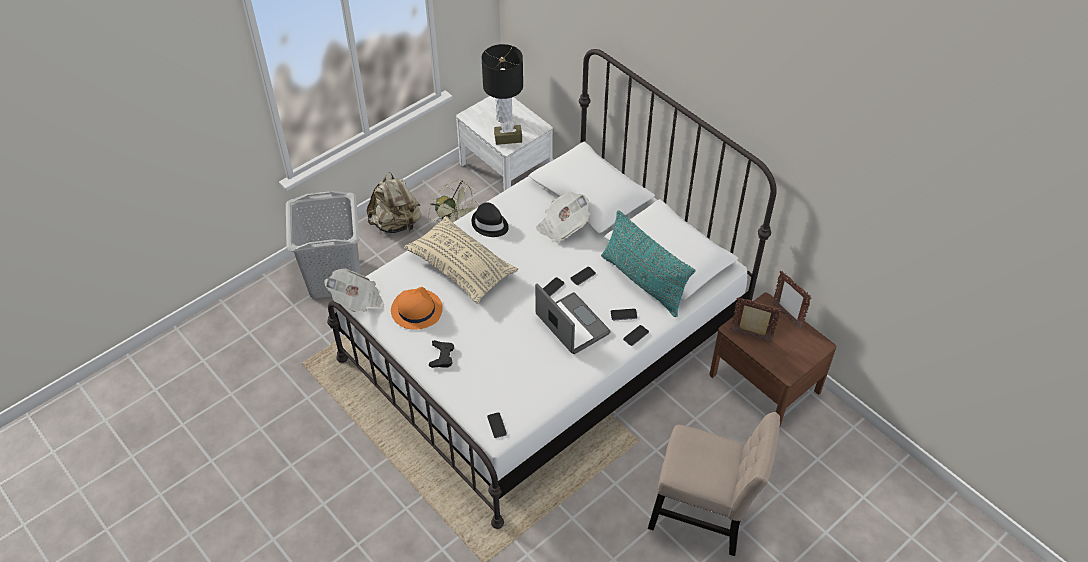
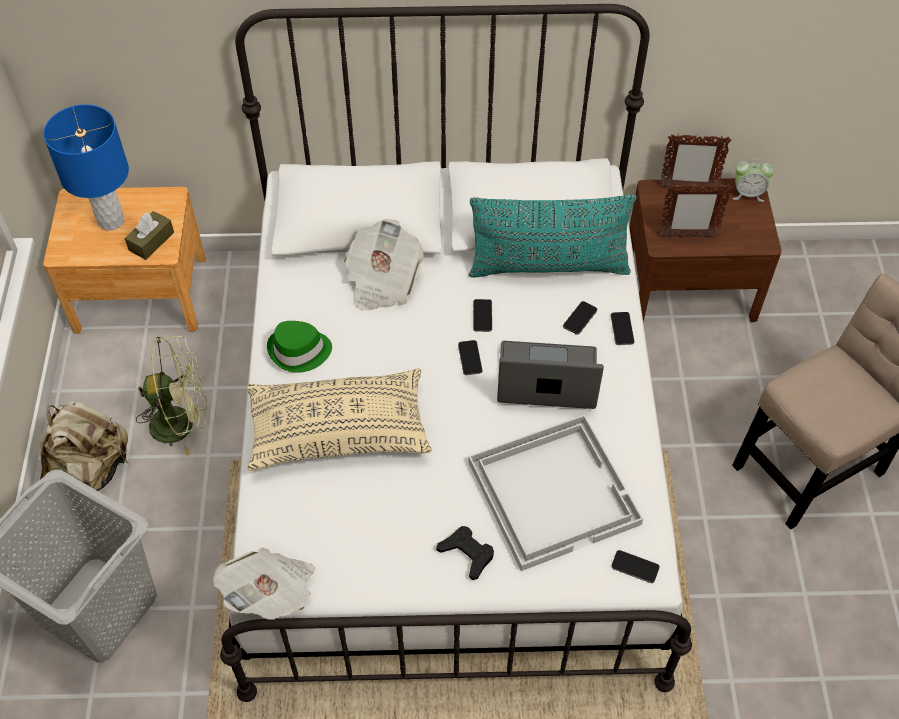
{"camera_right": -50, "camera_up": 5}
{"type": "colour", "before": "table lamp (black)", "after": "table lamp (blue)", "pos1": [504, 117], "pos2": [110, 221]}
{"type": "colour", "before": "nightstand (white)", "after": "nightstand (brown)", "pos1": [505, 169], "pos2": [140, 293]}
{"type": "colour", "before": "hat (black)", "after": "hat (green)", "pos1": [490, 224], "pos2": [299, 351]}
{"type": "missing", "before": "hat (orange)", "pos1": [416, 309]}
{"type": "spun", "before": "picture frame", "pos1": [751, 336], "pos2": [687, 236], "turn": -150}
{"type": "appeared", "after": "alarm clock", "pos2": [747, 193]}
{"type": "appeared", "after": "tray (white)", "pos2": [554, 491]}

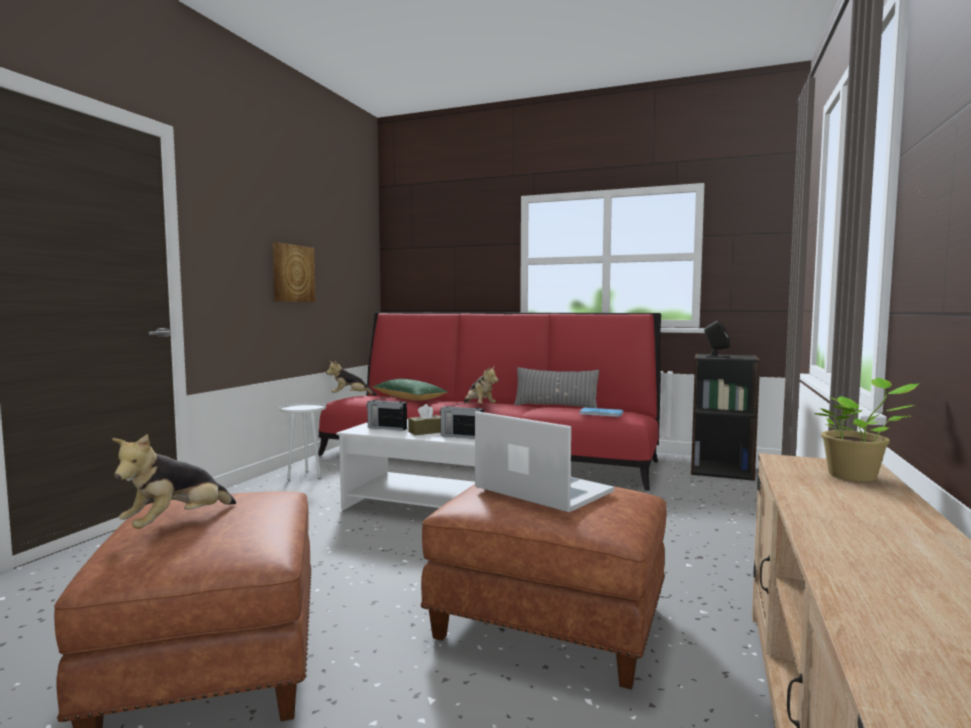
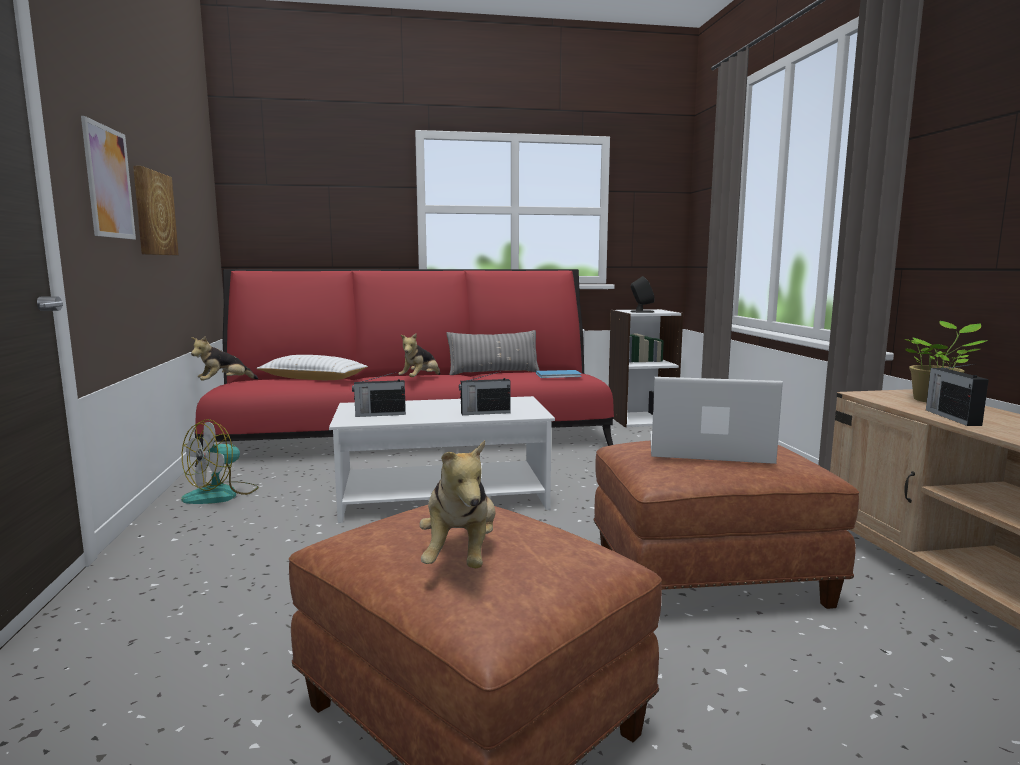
{"camera_right": -30, "camera_up": 5}
{"type": "colour", "before": "bookcase (black)", "after": "bookcase (white)", "pos1": [721, 470], "pos2": [641, 419]}
{"type": "spun", "before": "plush toy", "pos1": [479, 406], "pos2": [420, 379], "turn": 90}
{"type": "colour", "before": "pillow (green)", "after": "pillow (white)", "pos1": [409, 398], "pos2": [313, 379]}
{"type": "exchanged", "before": "side table (white)", "after": "fan", "pos1": [305, 476], "pos2": [222, 494]}
{"type": "missing", "before": "tissue box (brown)", "pos1": [426, 432]}
{"type": "appeared", "after": "picture", "pos2": [109, 182]}
{"type": "appeared", "after": "radio", "pos2": [951, 417]}

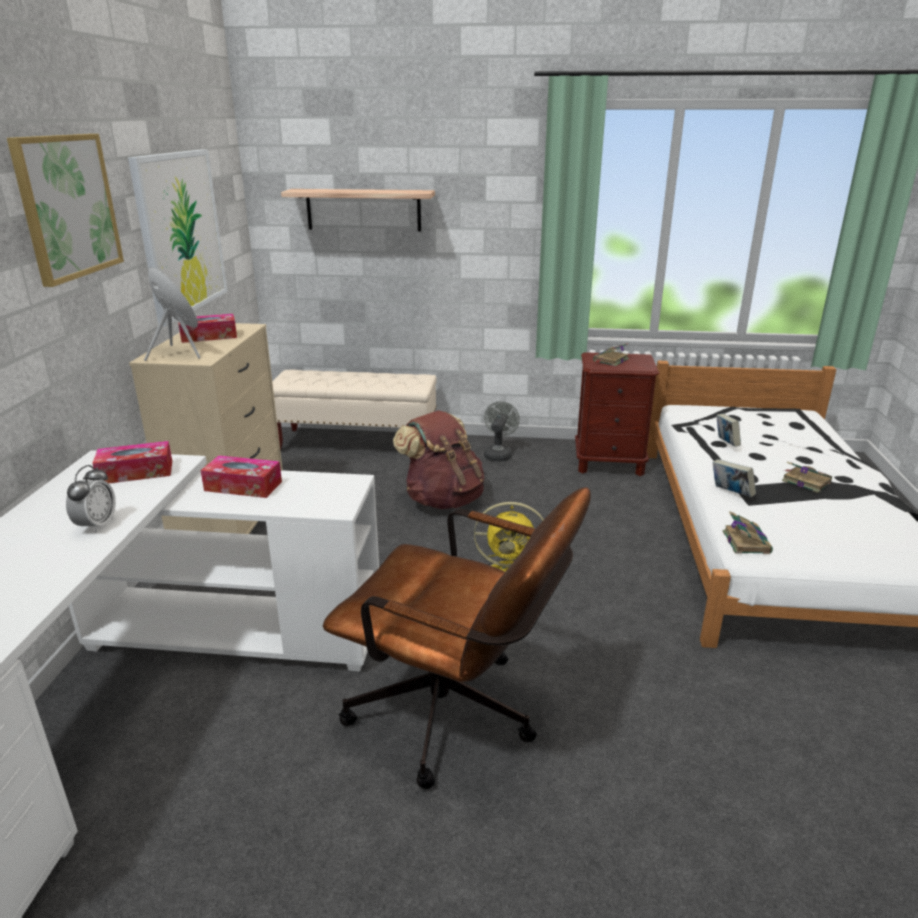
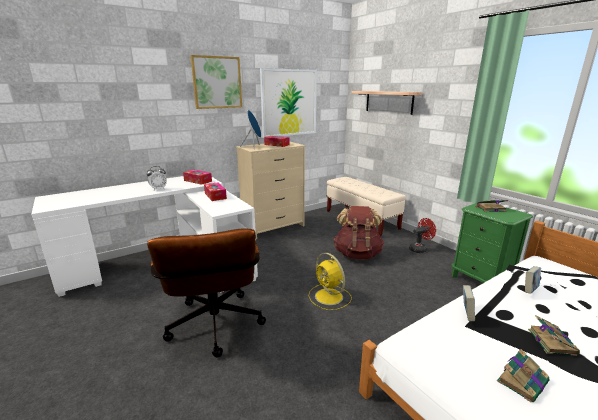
{"camera_right": 50, "camera_up": -5}
{"type": "colour", "before": "nightstand (brown)", "after": "nightstand (green)", "pos1": [609, 464], "pos2": [480, 281]}
{"type": "colour", "before": "fan (grey)", "after": "fan (red)", "pos1": [498, 454], "pos2": [419, 249]}
{"type": "relocated", "before": "book", "pos1": [745, 541], "pos2": [522, 381]}

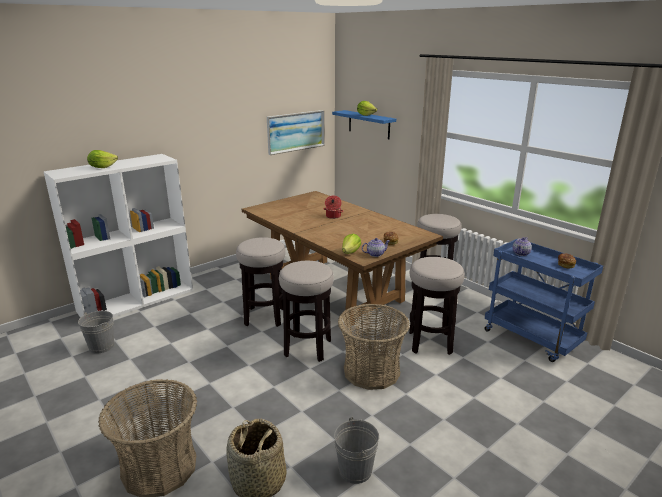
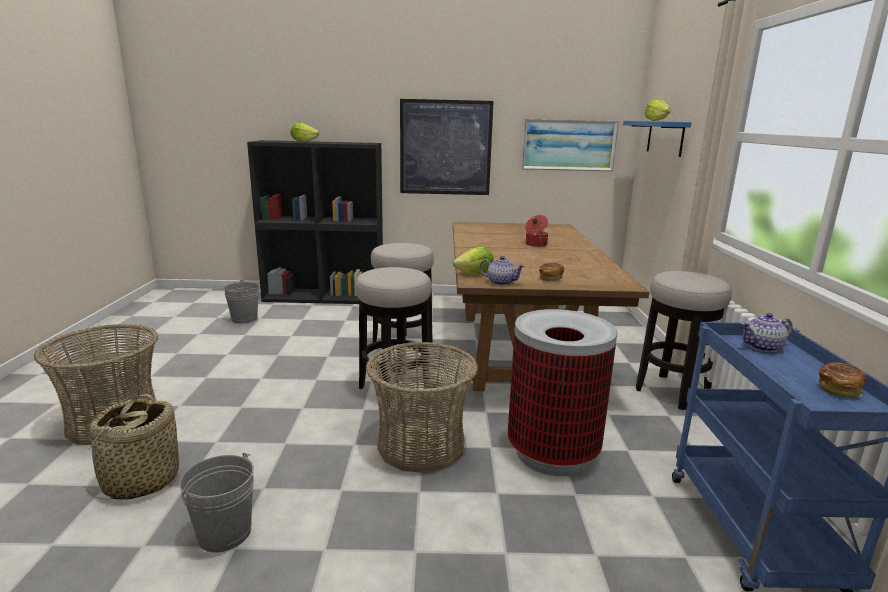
{"camera_right": 40, "camera_up": -5}
{"type": "colour", "before": "bookcase (white)", "after": "bookcase (black)", "pos1": [137, 300], "pos2": [325, 297]}
{"type": "exchanged", "before": "stool", "after": "trash can", "pos1": [430, 343], "pos2": [552, 453]}
{"type": "appeared", "after": "picture", "pos2": [445, 148]}

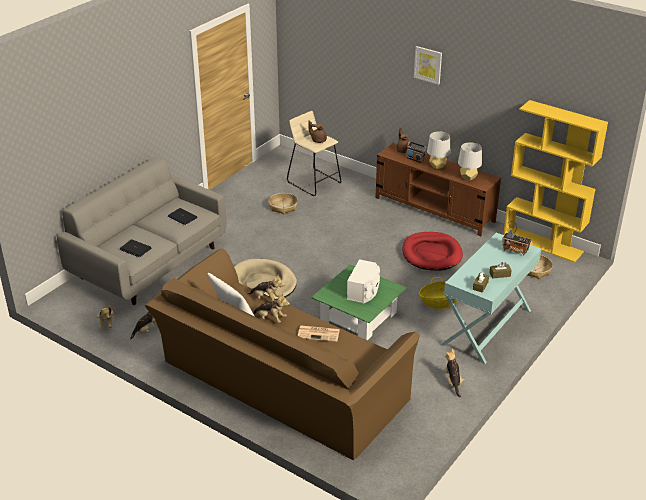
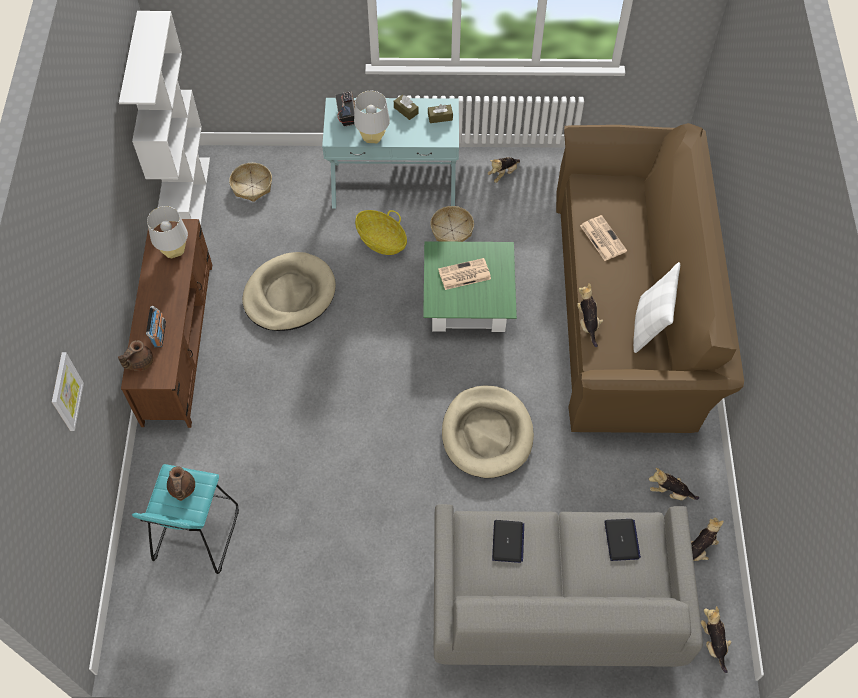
{"camera_right": -125, "camera_up": 25}
{"type": "relocated", "before": "picture", "pos1": [428, 65], "pos2": [66, 392]}
{"type": "colour", "before": "bookcase (yellow)", "after": "bookcase (white)", "pos1": [543, 244], "pos2": [188, 199]}
{"type": "colour", "before": "stool (beige)", "after": "stool (turquoise)", "pos1": [314, 182], "pos2": [196, 534]}
{"type": "relocated", "before": "table lamp (grey)", "pos1": [437, 166], "pos2": [373, 138]}
{"type": "relocated", "before": "basket", "pos1": [283, 207], "pos2": [451, 230]}
{"type": "colour", "before": "dog bed (red)", "after": "dog bed (beige)", "pos1": [431, 254], "pos2": [289, 294]}
{"type": "exchanged", "before": "speaker (white)", "after": "newspaper", "pos1": [364, 291], "pos2": [464, 275]}
{"type": "relocated", "before": "plush toy", "pos1": [270, 318], "pos2": [713, 642]}

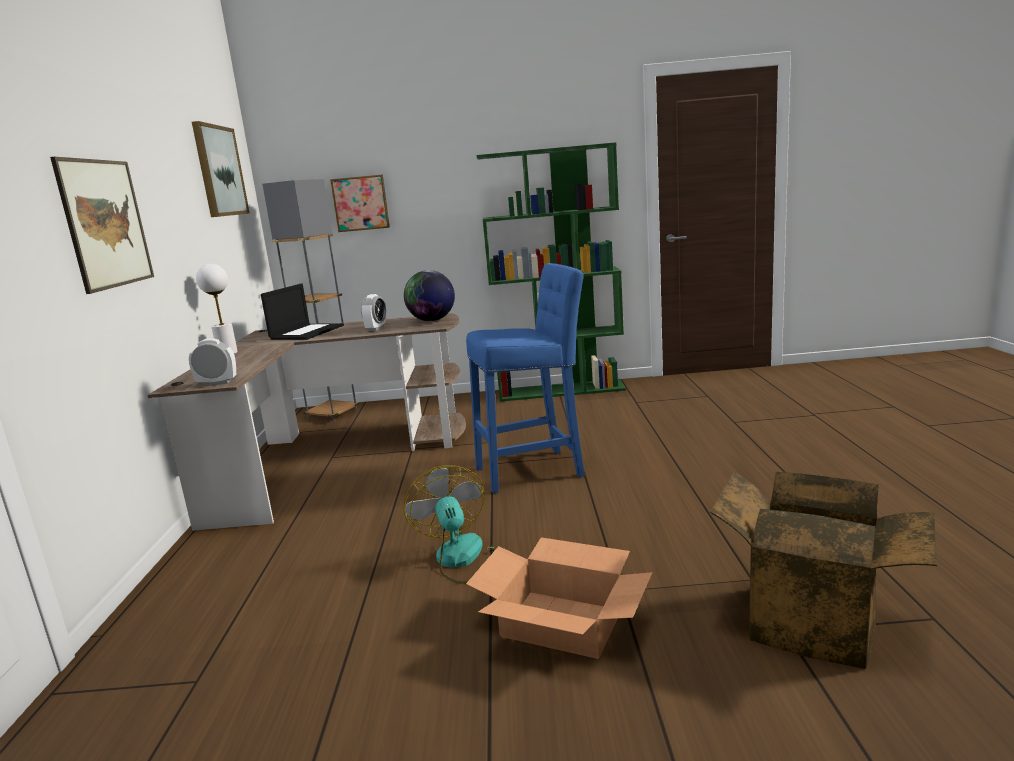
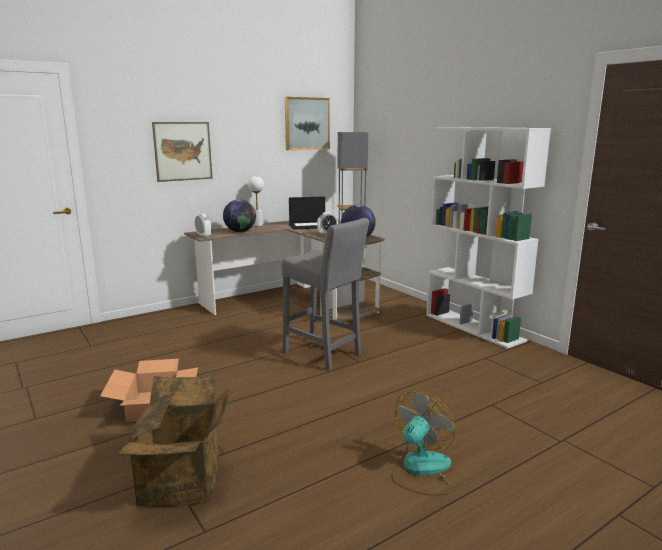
{"camera_right": 55, "camera_up": 0}
{"type": "colour", "before": "bookcase (green)", "after": "bookcase (white)", "pos1": [561, 390], "pos2": [474, 327]}
{"type": "missing", "before": "picture", "pos1": [361, 203]}
{"type": "colour", "before": "stool (blue)", "after": "stool (grey)", "pos1": [535, 470], "pos2": [324, 354]}
{"type": "relocated", "before": "fan", "pos1": [464, 559], "pos2": [420, 470]}
{"type": "appeared", "after": "globe", "pos2": [240, 231]}

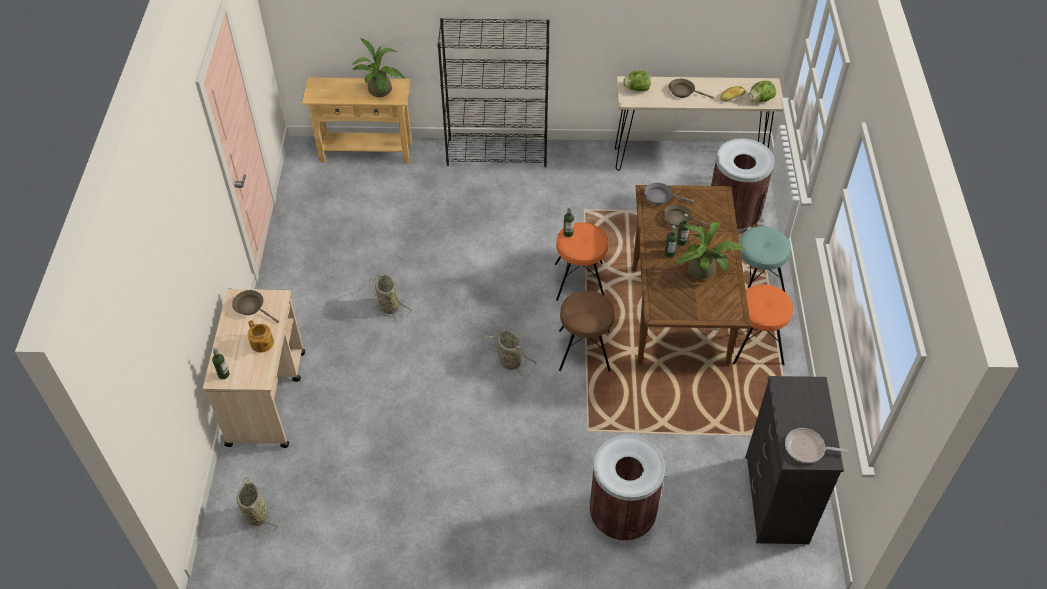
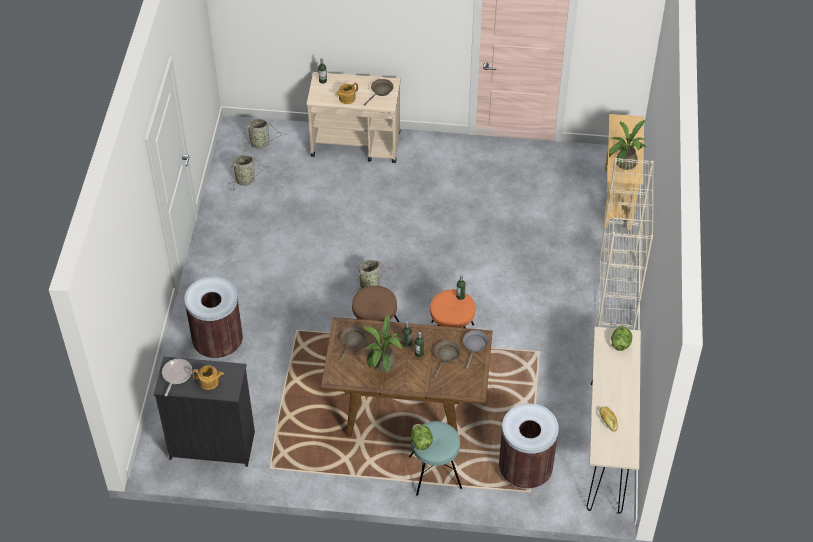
{"camera_right": 95, "camera_up": 0}
{"type": "colour", "before": "bookcase (black)", "after": "bookcase (beige)", "pos1": [497, 152], "pos2": [617, 292]}
{"type": "relocated", "before": "frying pan (brown)", "pos1": [683, 92], "pos2": [352, 341]}
{"type": "relocated", "before": "lettuce", "pos1": [760, 100], "pos2": [421, 441]}
{"type": "relocated", "before": "basket", "pos1": [388, 305], "pos2": [247, 180]}
{"type": "missing", "before": "stool (orange)", "pos1": [755, 344]}
{"type": "appeared", "after": "teapot", "pos2": [209, 382]}

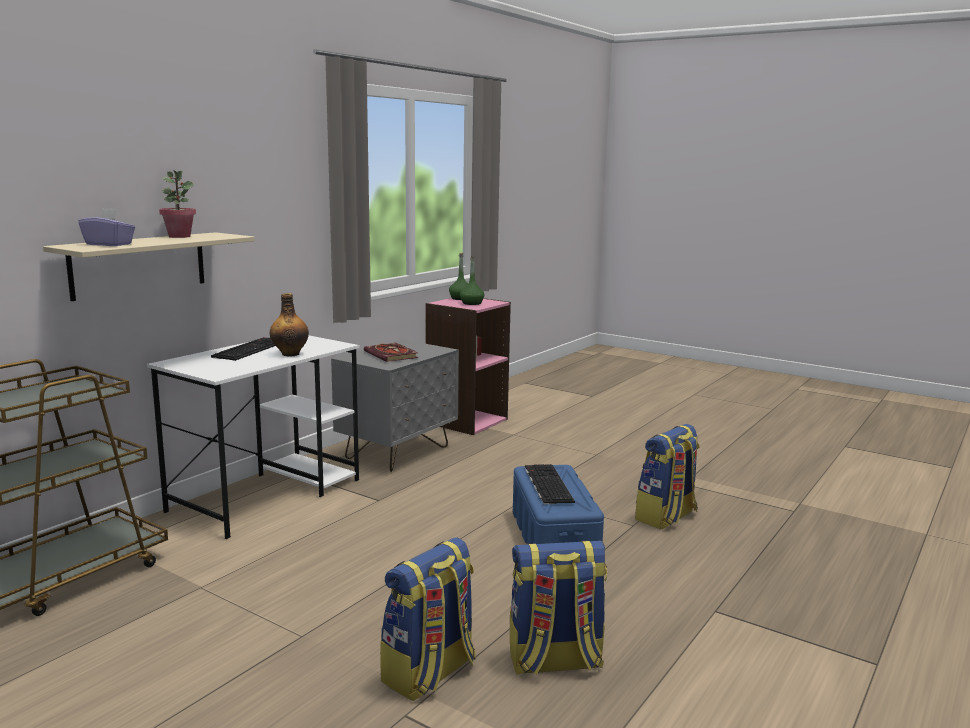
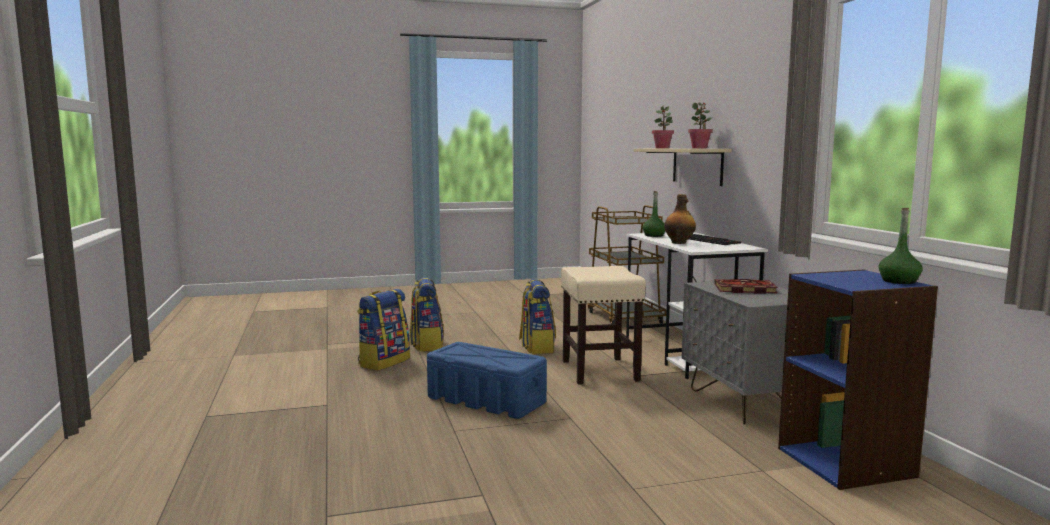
{"camera_right": 130, "camera_up": -5}
{"type": "exchanged", "before": "tissue box (purple)", "after": "potted plant", "pos1": [109, 244], "pos2": [662, 148]}
{"type": "relocated", "before": "bottle (green)", "pos1": [471, 303], "pos2": [654, 235]}
{"type": "colour", "before": "bookcase (pink)", "after": "bookcase (blue)", "pos1": [466, 421], "pos2": [846, 462]}
{"type": "relocated", "before": "backpack", "pos1": [666, 517], "pos2": [537, 347]}
{"type": "missing", "before": "keyboard", "pos1": [546, 484]}
{"type": "appeared", "after": "stool (beige)", "pos2": [599, 370]}

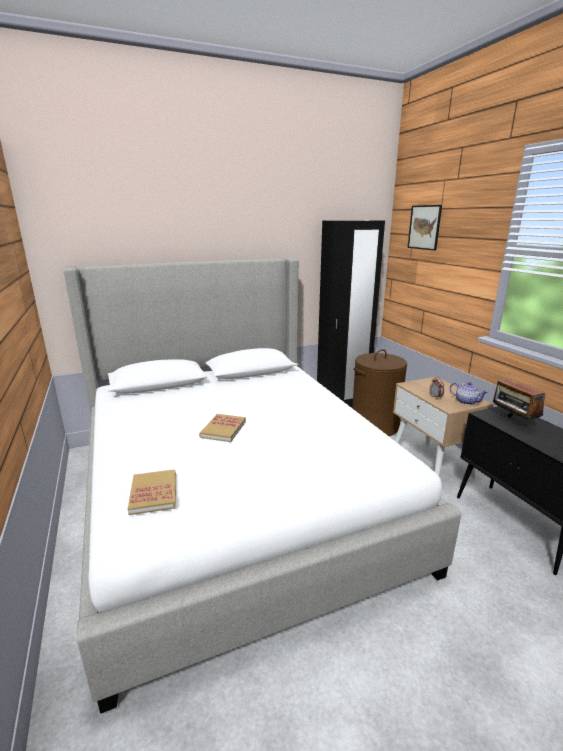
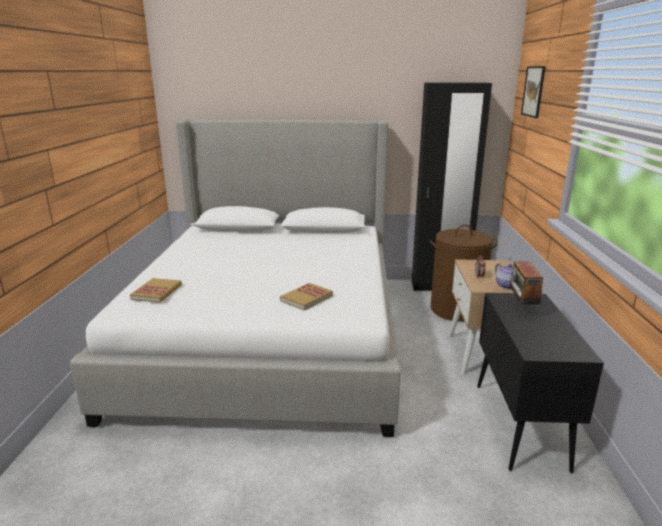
{"camera_right": 25, "camera_up": 0}
{"type": "relocated", "before": "book", "pos1": [223, 429], "pos2": [306, 298]}

